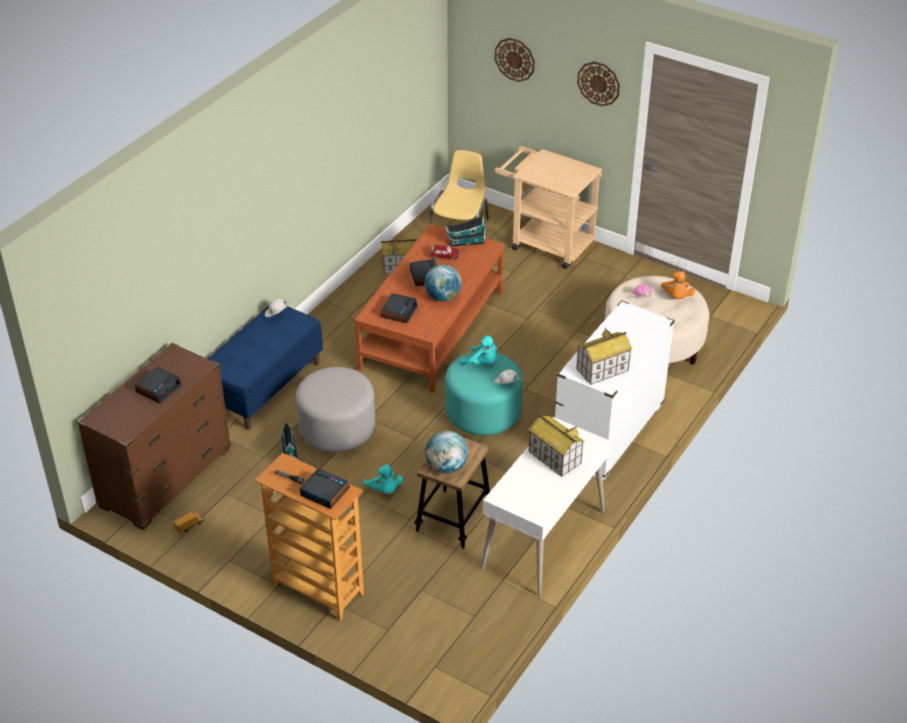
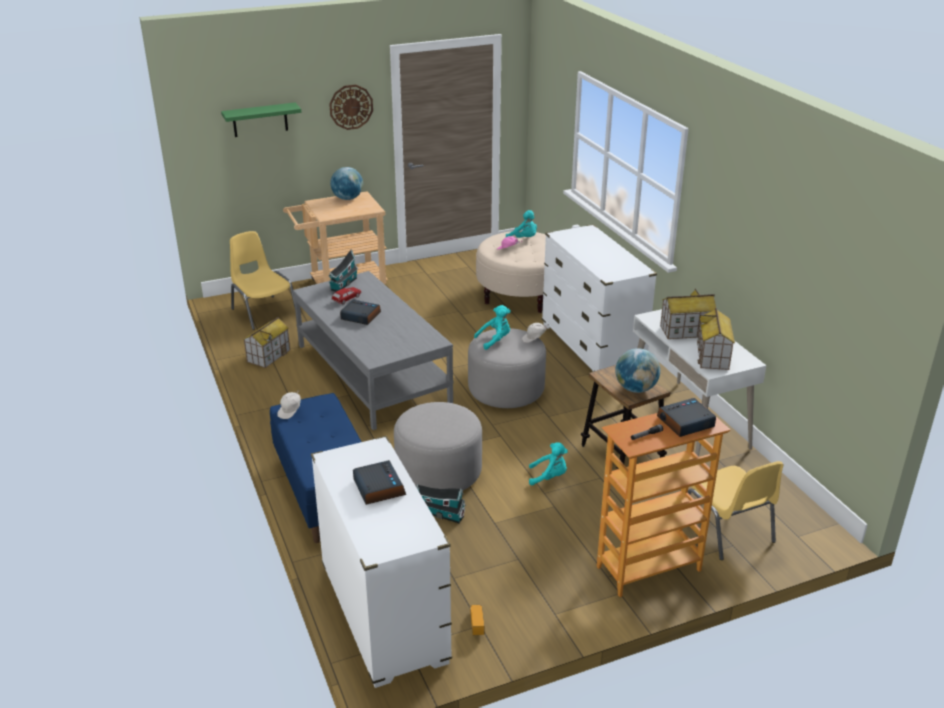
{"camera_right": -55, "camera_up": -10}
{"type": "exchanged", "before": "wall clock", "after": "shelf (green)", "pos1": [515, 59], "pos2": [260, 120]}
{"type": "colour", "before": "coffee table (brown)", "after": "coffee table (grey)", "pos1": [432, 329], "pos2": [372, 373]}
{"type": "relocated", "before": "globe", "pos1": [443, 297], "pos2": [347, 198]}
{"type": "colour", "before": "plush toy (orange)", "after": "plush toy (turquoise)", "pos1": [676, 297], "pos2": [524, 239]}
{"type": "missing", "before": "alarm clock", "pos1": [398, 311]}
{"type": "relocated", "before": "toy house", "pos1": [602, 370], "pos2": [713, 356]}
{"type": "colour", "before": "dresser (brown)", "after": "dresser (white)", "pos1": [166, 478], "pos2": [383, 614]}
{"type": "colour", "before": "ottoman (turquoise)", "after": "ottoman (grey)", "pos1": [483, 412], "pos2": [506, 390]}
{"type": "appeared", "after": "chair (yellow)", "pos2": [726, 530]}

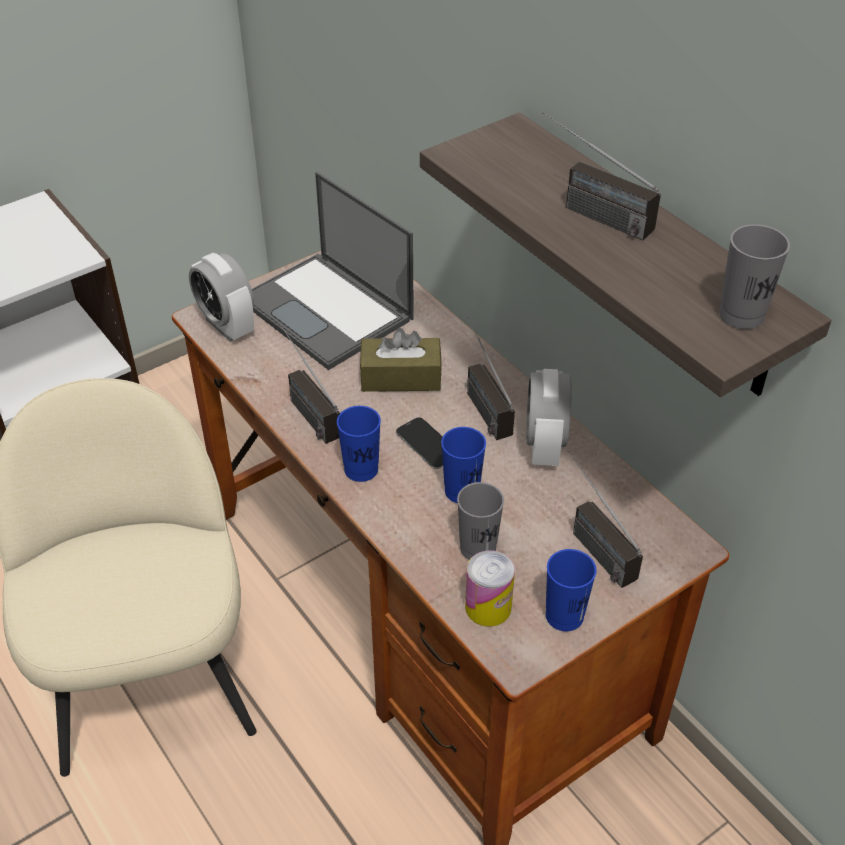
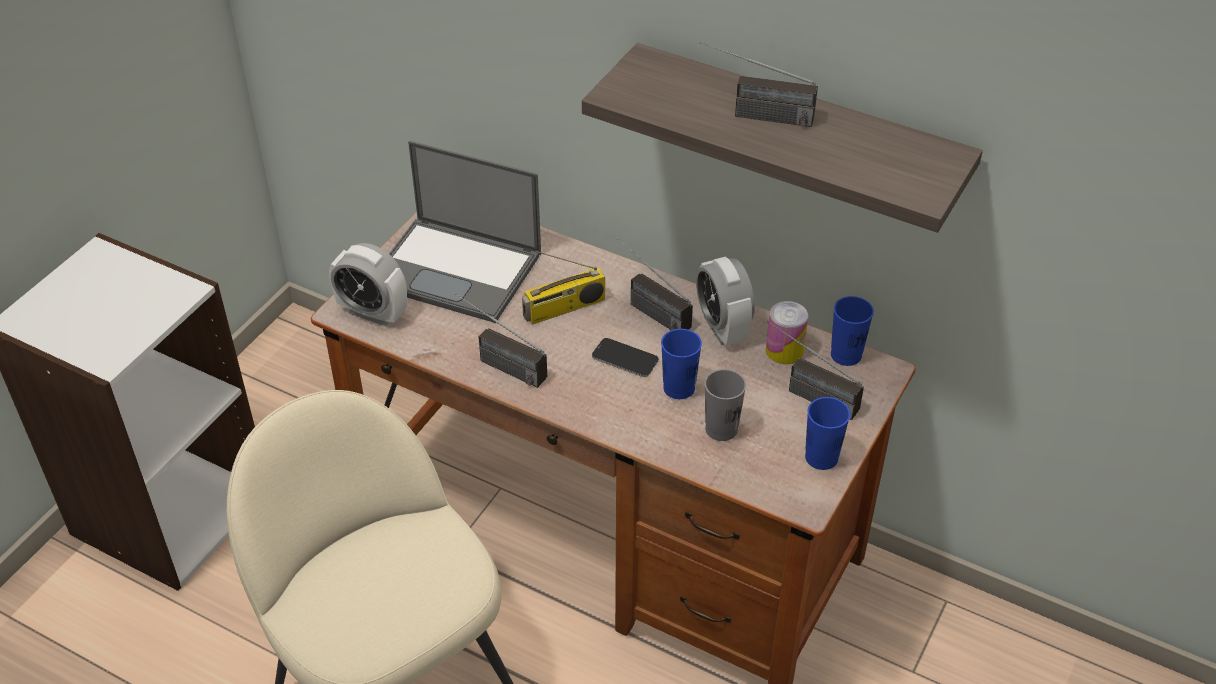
{"camera_right": -25, "camera_up": 0}
{"type": "missing", "before": "cup (grey)", "pos1": [741, 315]}
{"type": "exchanged", "before": "tissue box (brown)", "after": "radio", "pos1": [401, 377], "pos2": [564, 309]}
{"type": "relocated", "before": "cup (blue)", "pos1": [361, 469], "pos2": [846, 355]}
{"type": "relocated", "before": "can", "pos1": [488, 607], "pos2": [784, 350]}

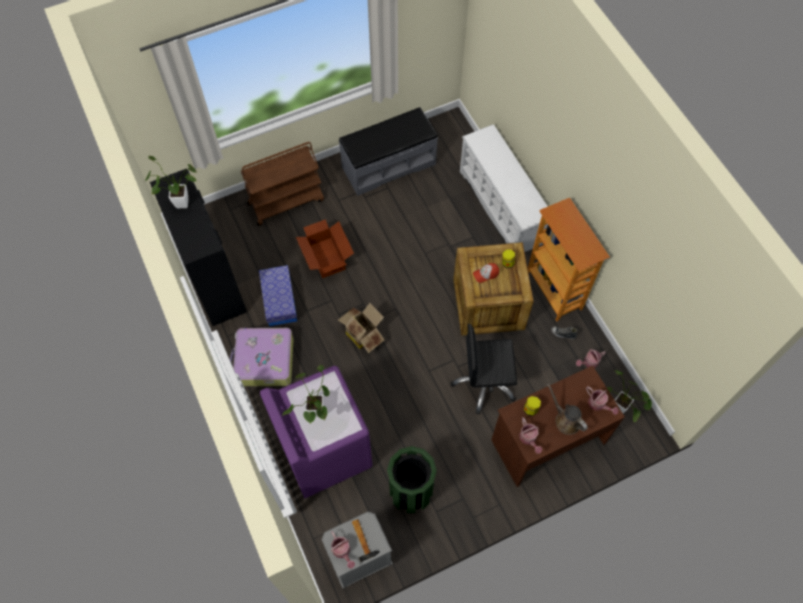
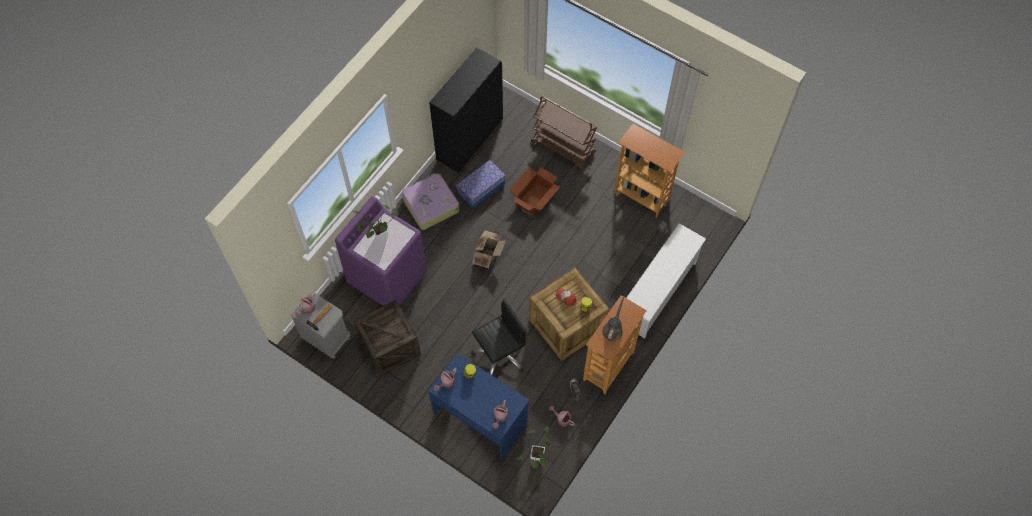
{"camera_right": 60, "camera_up": 0}
{"type": "exchanged", "before": "bench (grey)", "after": "bookcase", "pos1": [388, 165], "pos2": [642, 196]}
{"type": "missing", "before": "potted plant", "pos1": [179, 203]}
{"type": "spun", "before": "office chair (black)", "pos1": [484, 383], "pos2": [500, 354], "turn": 90}
{"type": "colour", "before": "desk (brown)", "after": "desk (blue)", "pos1": [547, 440], "pos2": [480, 418]}
{"type": "relocated", "before": "watering can (brown)", "pos1": [565, 420], "pos2": [613, 329]}
{"type": "exchanged", "before": "trash can (green)", "after": "crate", "pos1": [410, 492], "pos2": [390, 346]}

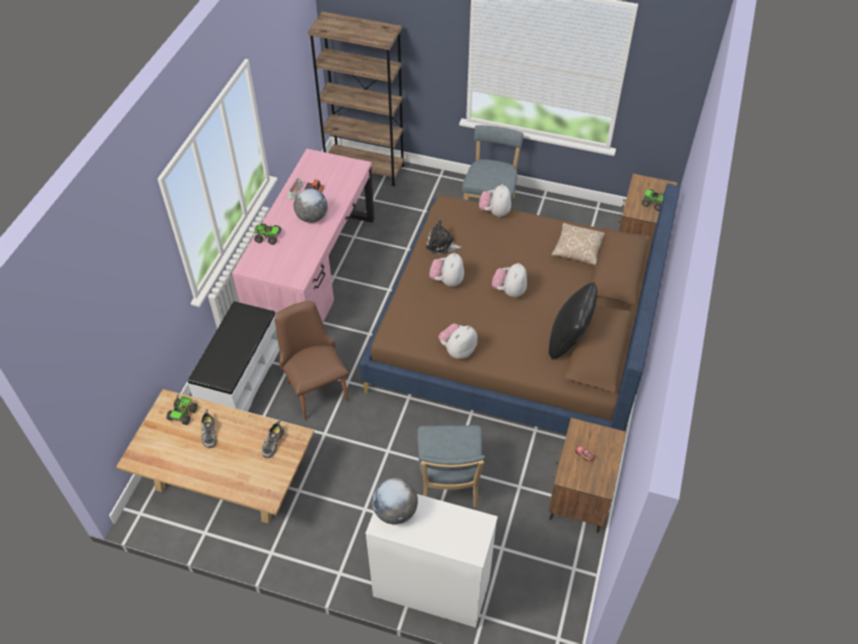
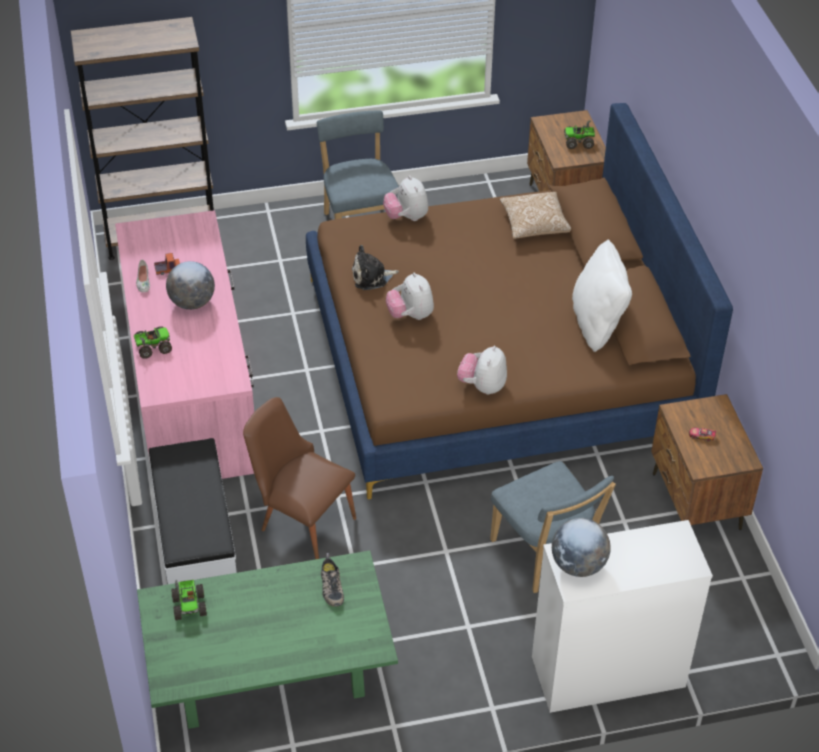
{"camera_right": -30, "camera_up": -5}
{"type": "missing", "before": "plush toy", "pos1": [509, 291]}
{"type": "colour", "before": "pillow (black)", "after": "pillow (white)", "pos1": [569, 340], "pos2": [597, 324]}
{"type": "colour", "before": "coffee table (beige)", "after": "coffee table (green)", "pos1": [226, 477], "pos2": [269, 671]}
{"type": "missing", "before": "shoe", "pos1": [208, 433]}

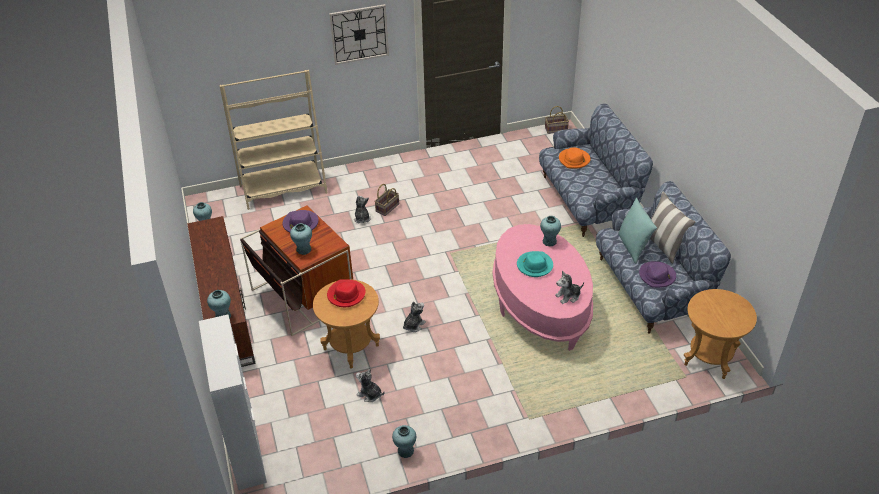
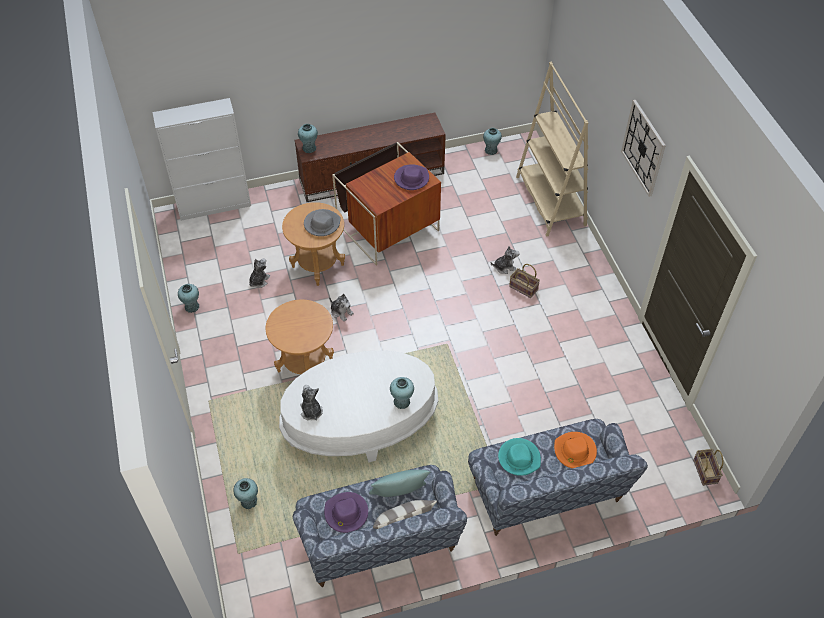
{"camera_right": 90, "camera_up": 10}
{"type": "relocated", "before": "vase (turquoise)", "pos1": [304, 250], "pos2": [249, 501]}
{"type": "colour", "before": "coffee table (pink)", "after": "coffee table (white)", "pos1": [540, 305], "pos2": [360, 423]}
{"type": "relocated", "before": "hat (turquoise)", "pos1": [534, 265], "pos2": [519, 458]}
{"type": "colour", "before": "hat (red)", "after": "hat (grey)", "pos1": [346, 295], "pos2": [322, 224]}
{"type": "relocated", "before": "side table (brown)", "pos1": [709, 358], "pos2": [305, 365]}

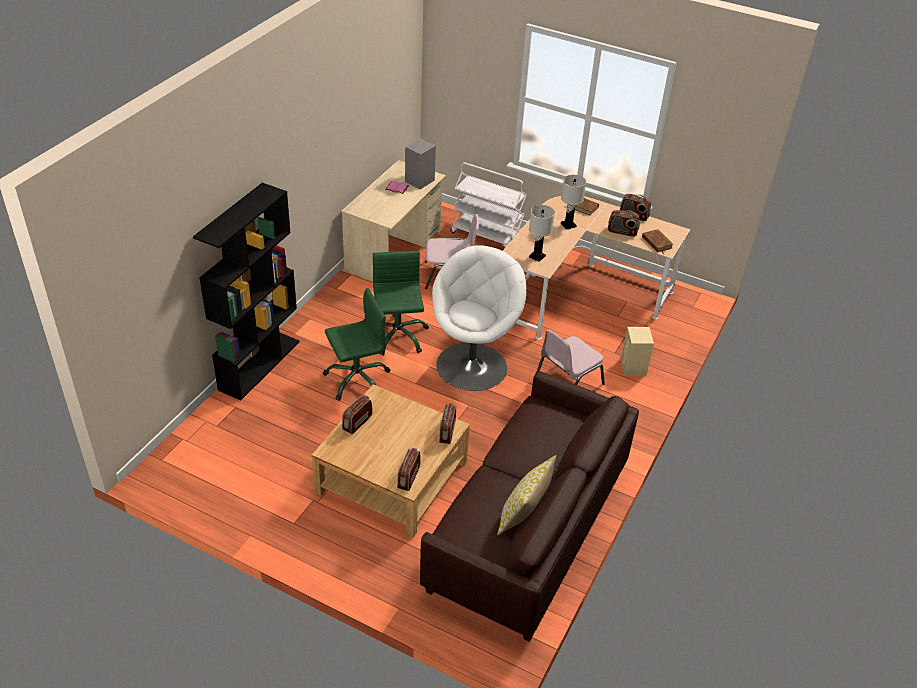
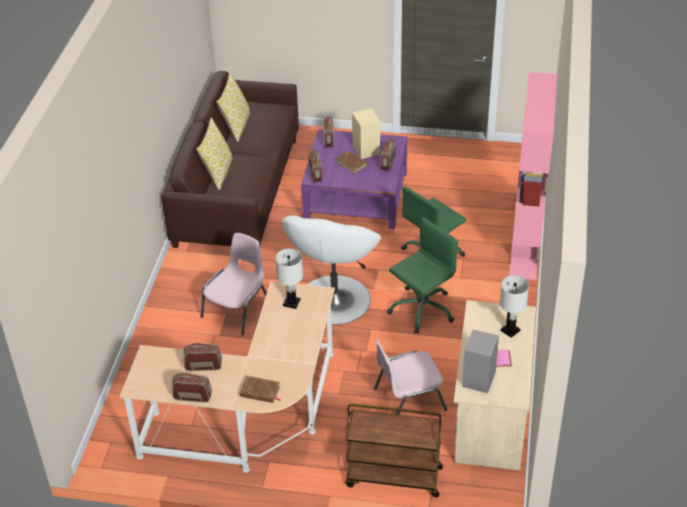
{"camera_right": 165, "camera_up": 0}
{"type": "colour", "before": "cart (white)", "after": "cart (brown)", "pos1": [487, 236], "pos2": [393, 477]}
{"type": "relocated", "before": "table lamp (white)", "pos1": [568, 225], "pos2": [510, 330]}
{"type": "colour", "before": "bookcase (black)", "after": "bookcase (pink)", "pos1": [259, 364], "pos2": [525, 247]}
{"type": "relocated", "before": "book (brown)", "pos1": [657, 243], "pos2": [351, 164]}
{"type": "spun", "before": "office chair (green)", "pos1": [397, 336], "pos2": [421, 309], "turn": -105}
{"type": "relocated", "before": "speaker (beige)", "pos1": [633, 368], "pos2": [366, 149]}
{"type": "colour", "before": "coffee table (beige)", "after": "coffee table (purple)", "pos1": [392, 476], "pos2": [356, 196]}
{"type": "appeared", "after": "pillow", "pos2": [217, 173]}

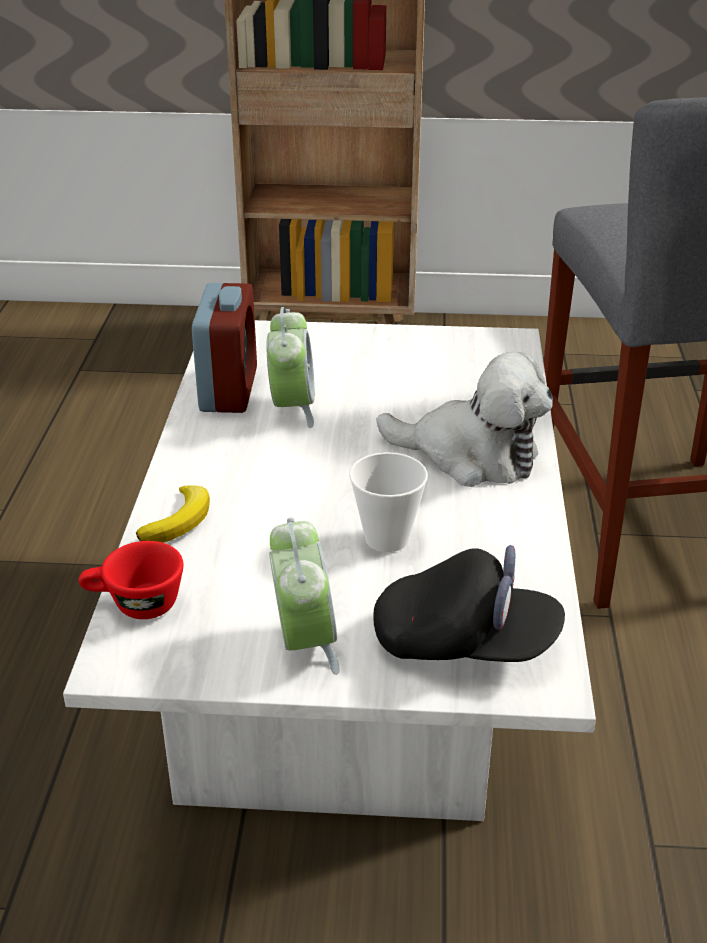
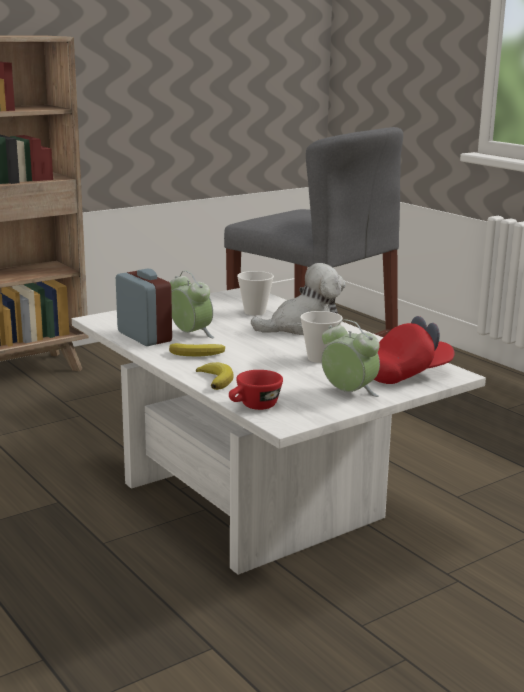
{"camera_right": -40, "camera_up": -15}
{"type": "colour", "before": "cap (black)", "after": "cap (red)", "pos1": [465, 643], "pos2": [407, 374]}
{"type": "appeared", "after": "cup", "pos2": [255, 312]}
{"type": "appeared", "after": "banana", "pos2": [199, 354]}

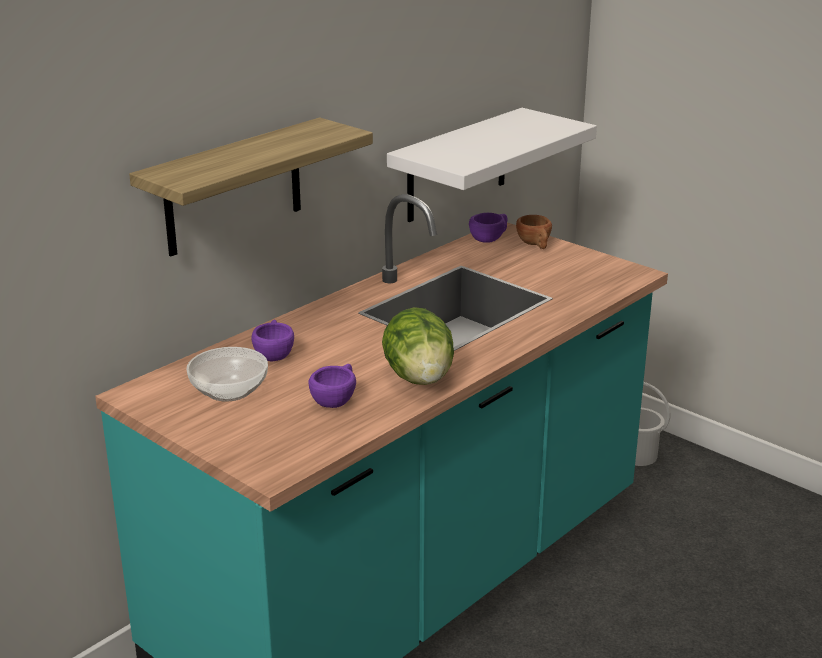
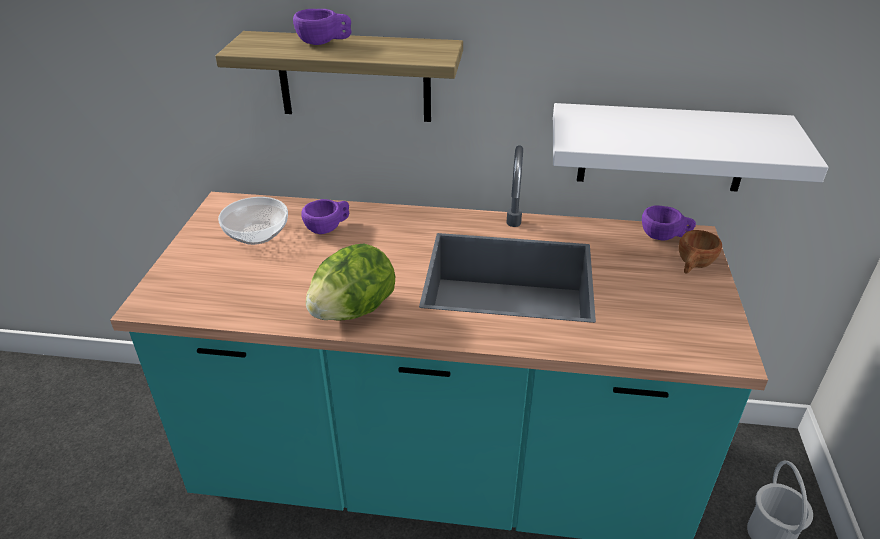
{"camera_right": 55, "camera_up": 10}
{"type": "relocated", "before": "cup (purple)", "pos1": [336, 400], "pos2": [324, 43]}

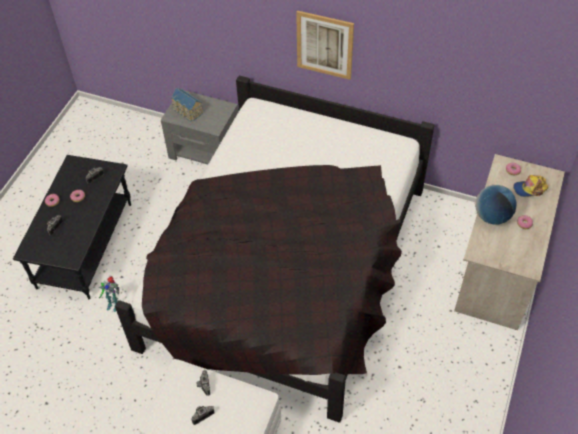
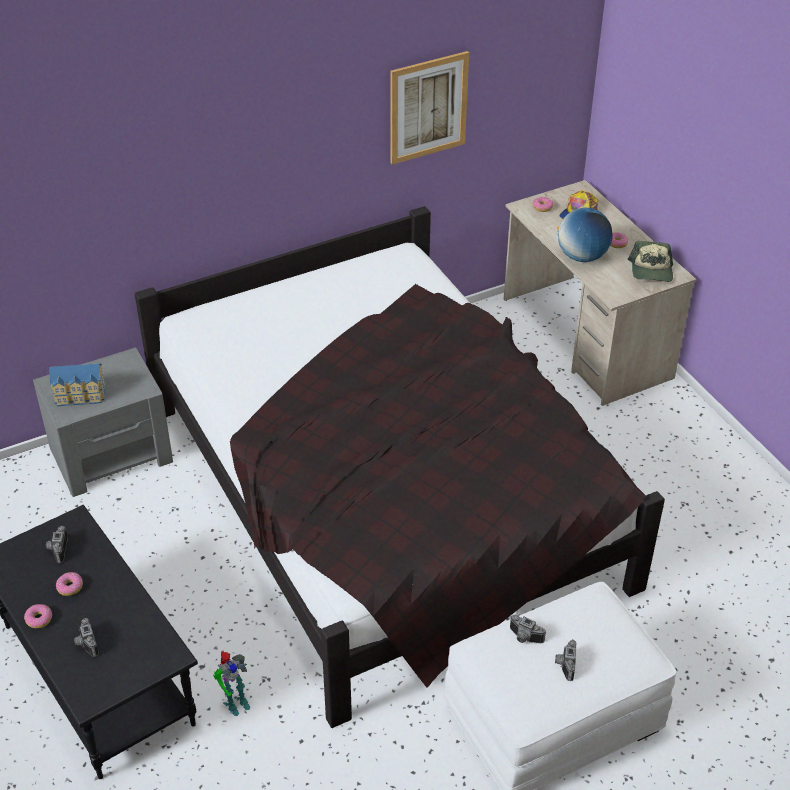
{"camera_right": -50, "camera_up": -10}
{"type": "relocated", "before": "picture", "pos1": [324, 45], "pos2": [428, 107]}
{"type": "appeared", "after": "cap", "pos2": [651, 270]}

